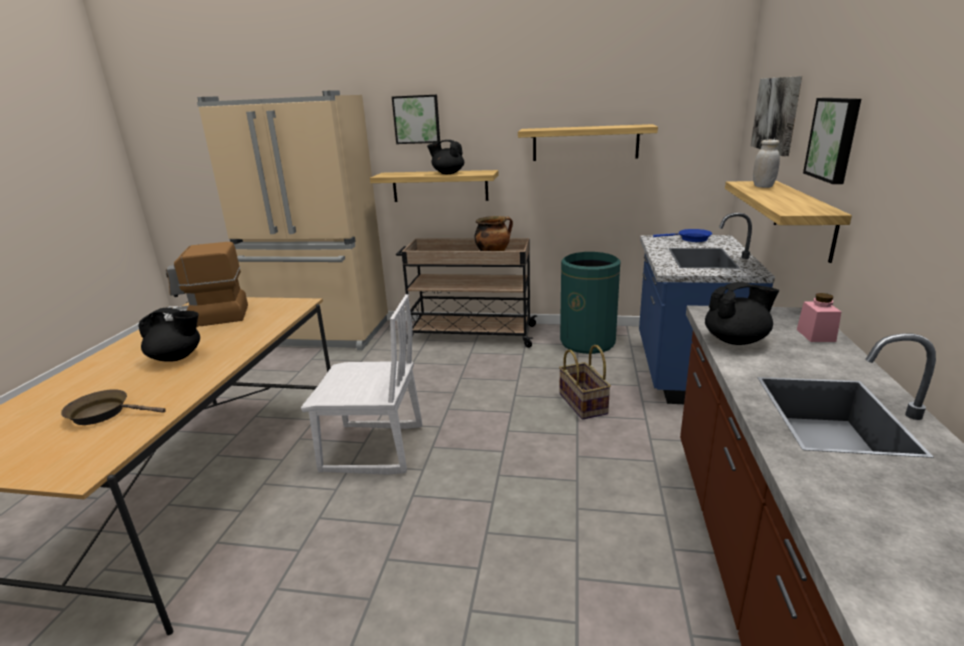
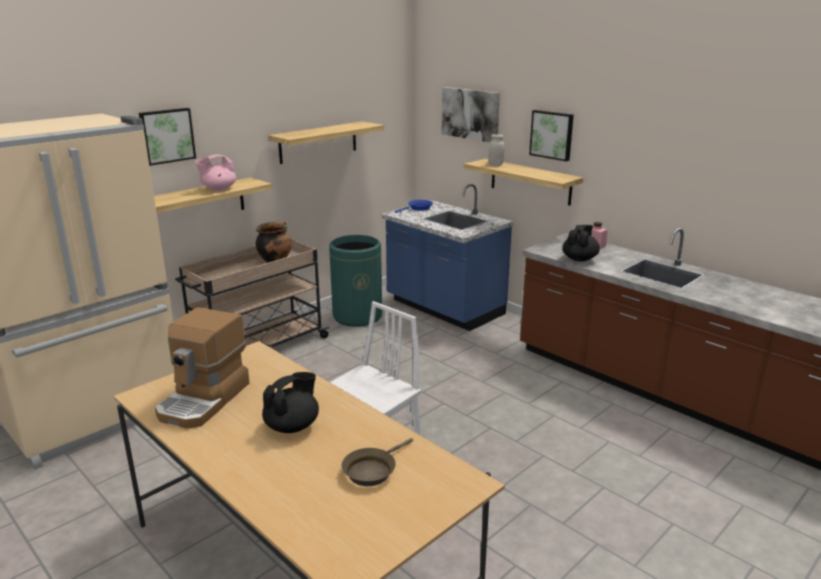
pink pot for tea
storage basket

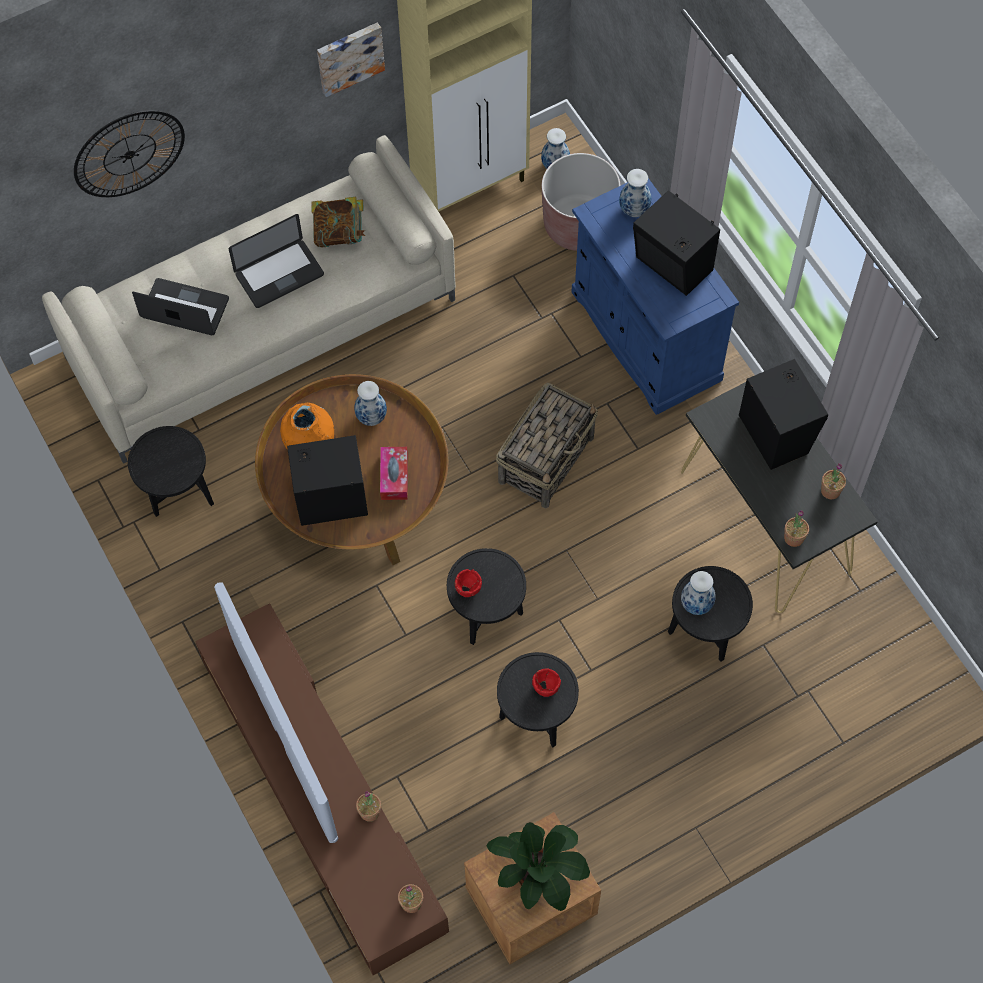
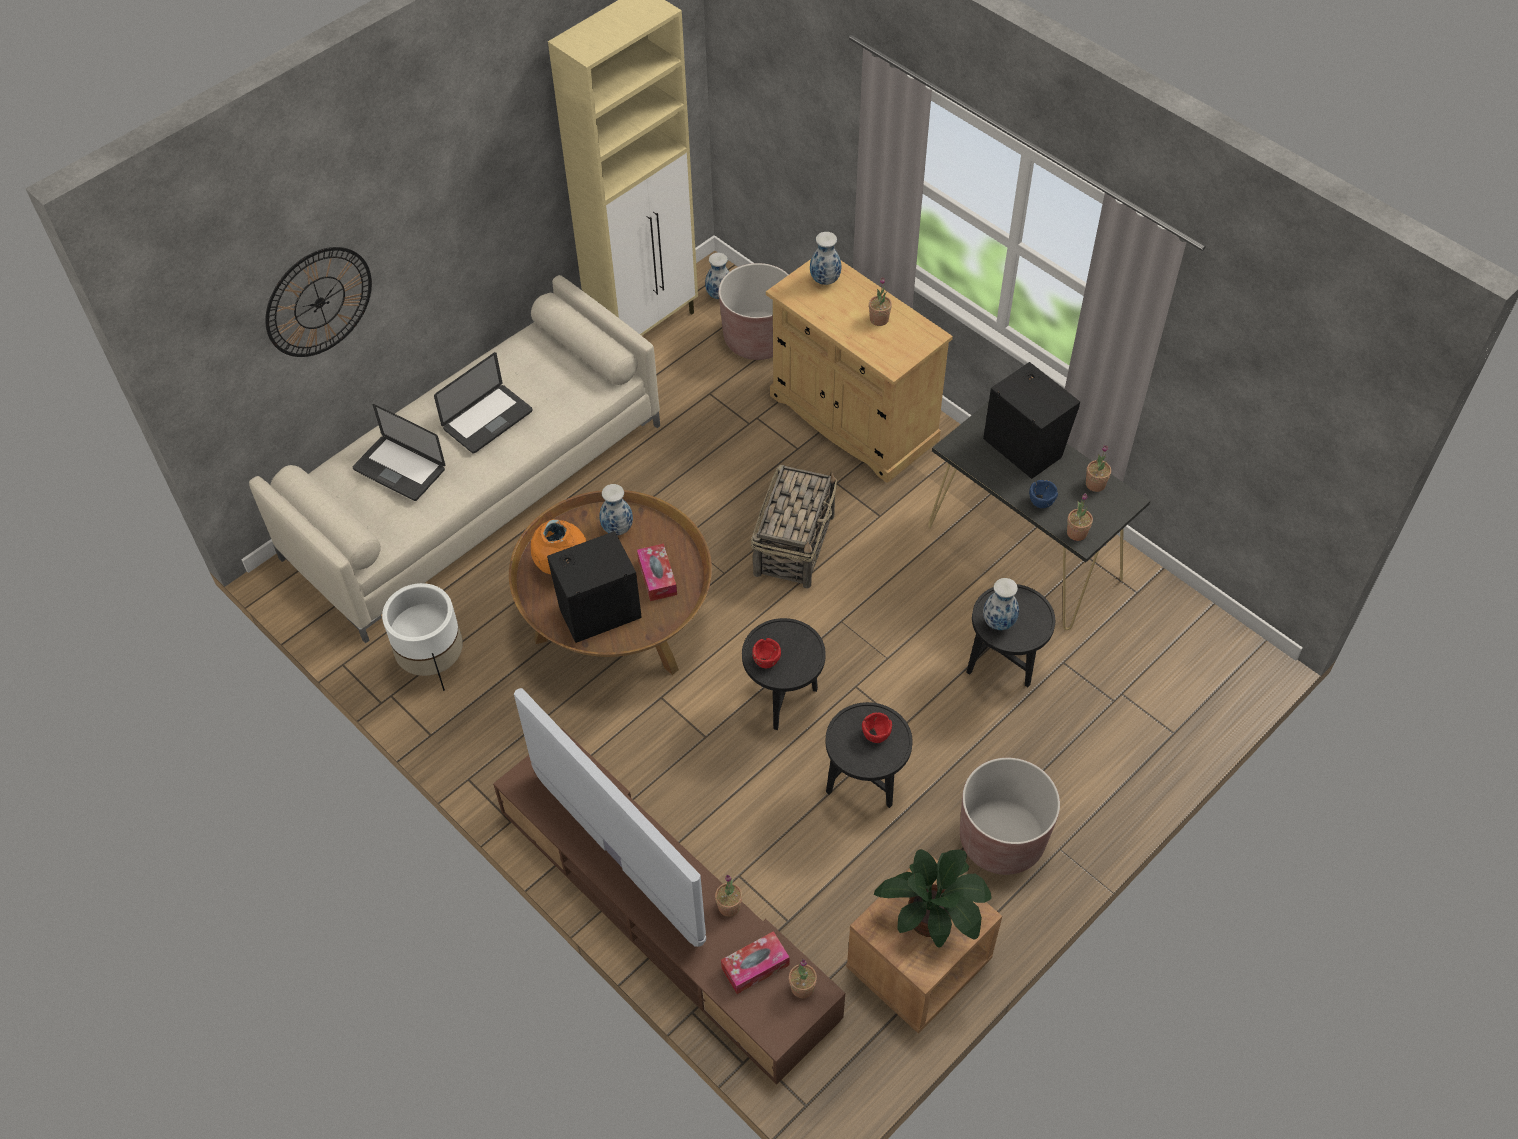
portable computer (1st from left)
white-coloured flower pot
tissue holder (2nd from left)
sand-coloured storage cabinet (2nd from left)
potted plant (3rd from left)
brown-coloured flower pot (2nd from left)
blue bowl
bound book
picture

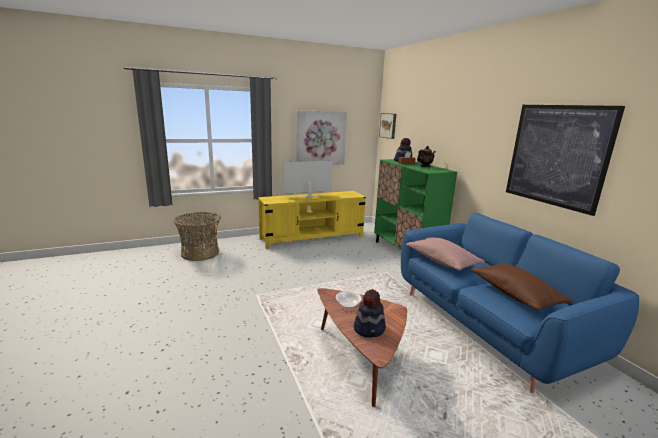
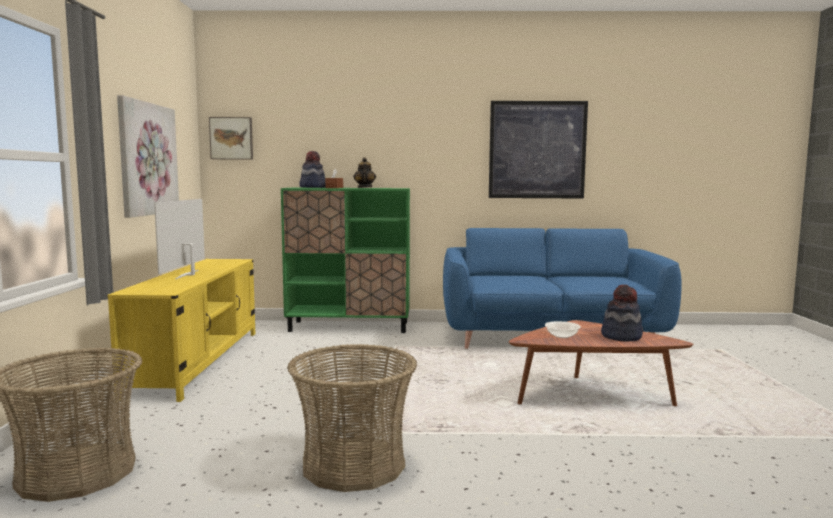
storage basket (2nd from left)
pink pillow
brown-coloured pillow

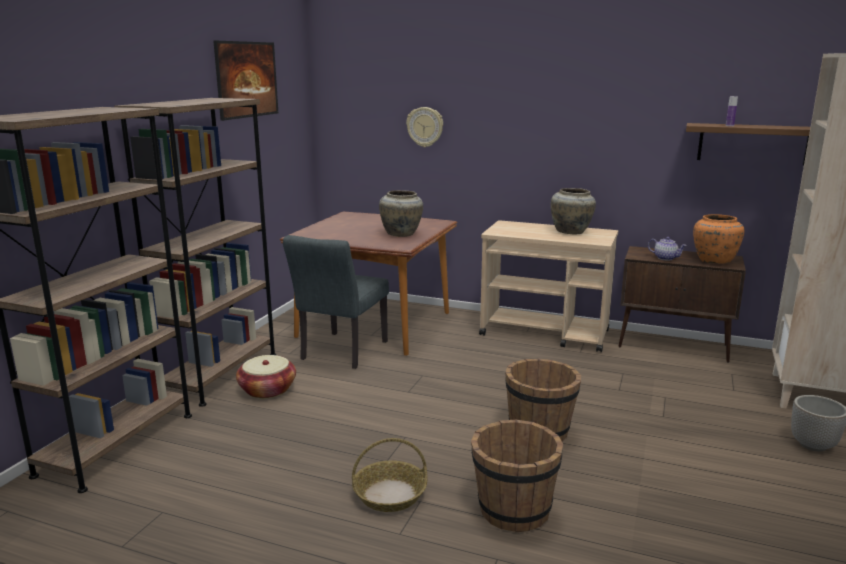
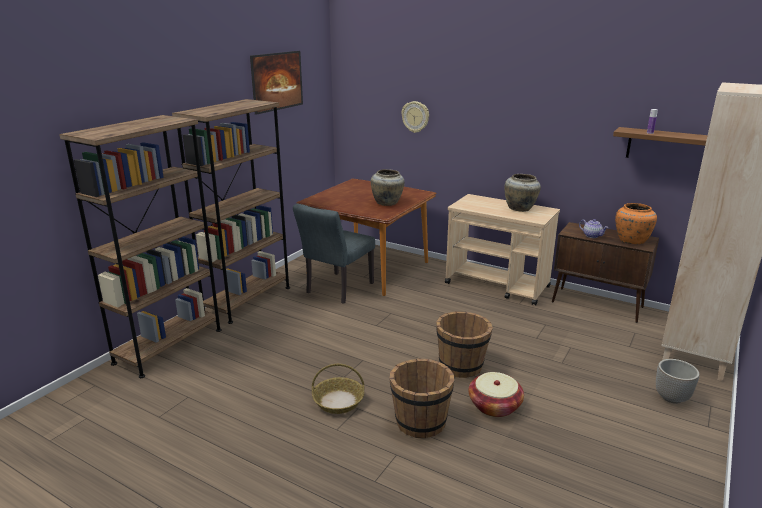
storage basket (2nd from left)

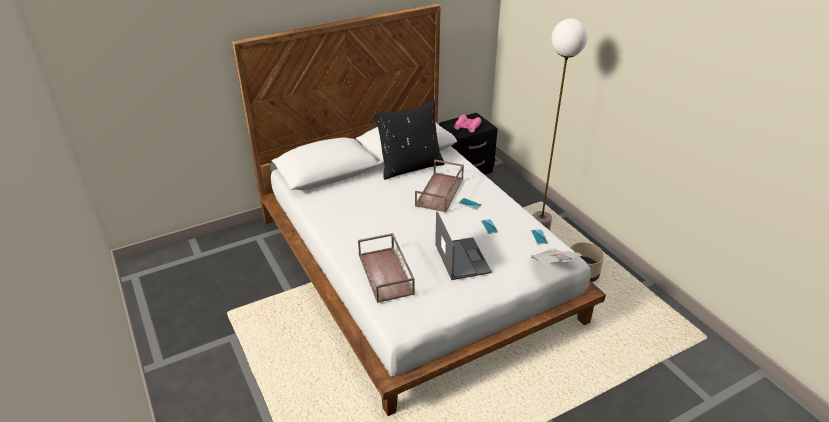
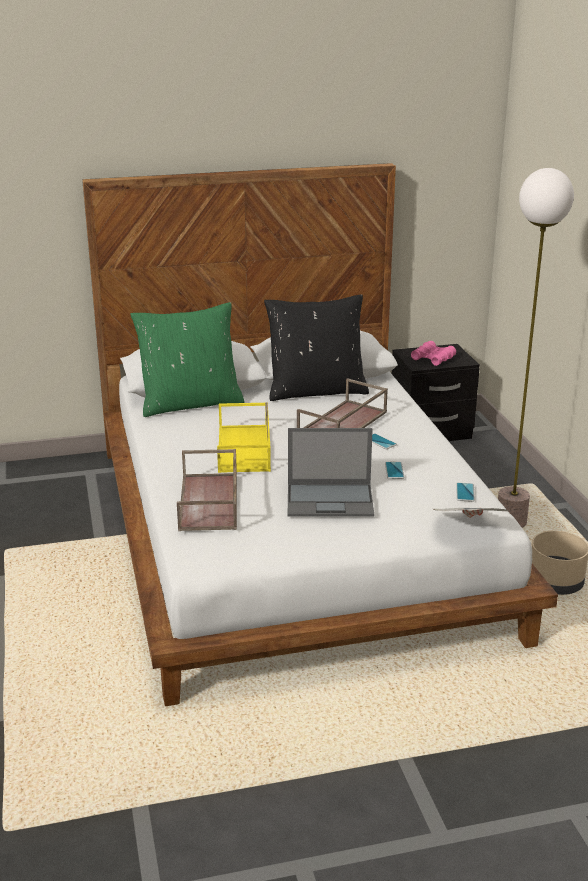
green pillow
yellowish tray
portable computer

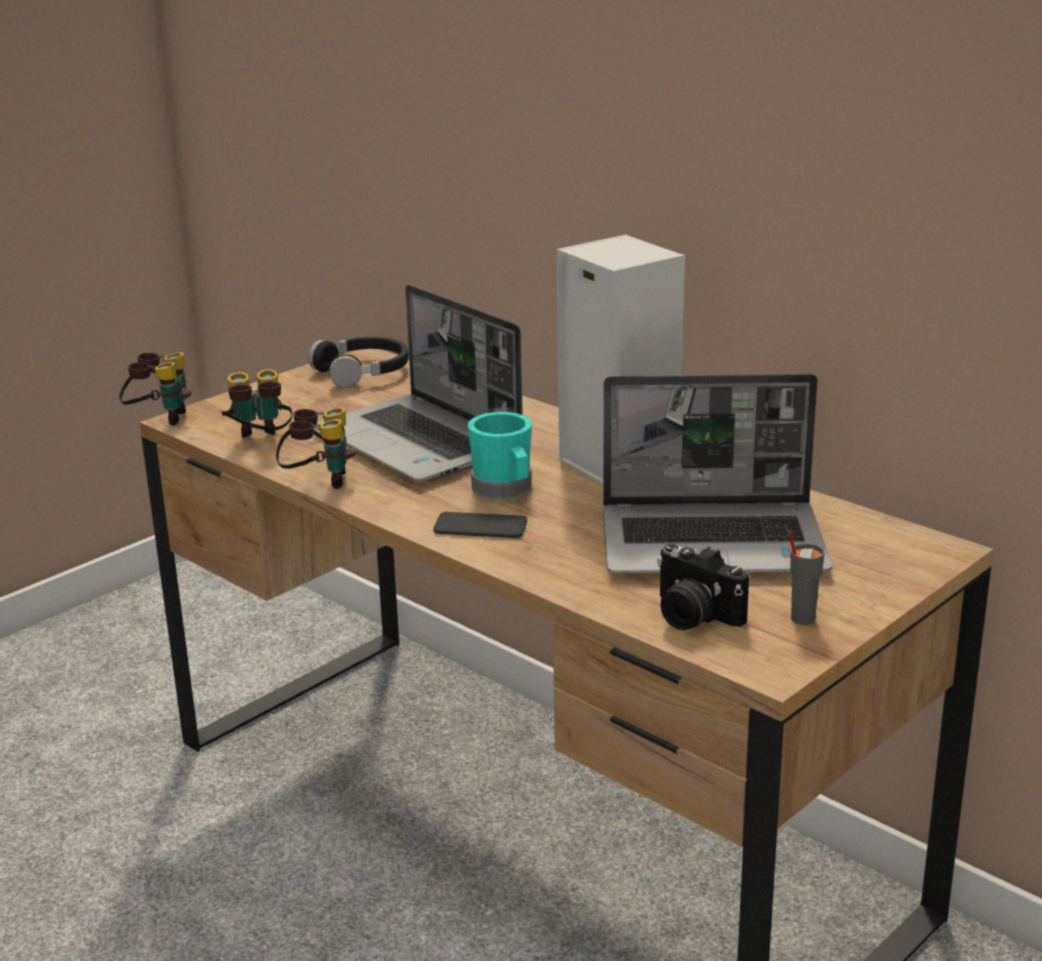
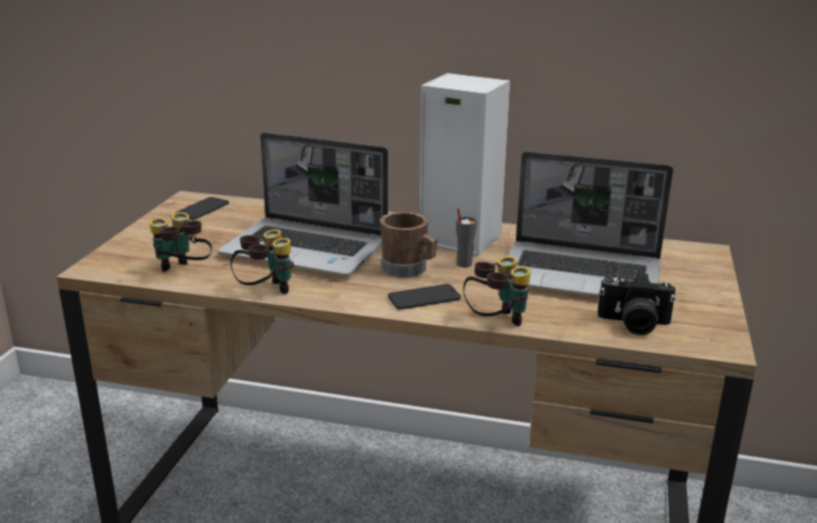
handset (1st from left)
brown-coloured mug
grey cup
binoculars (3rd from left)
portable computer (2nd from left)

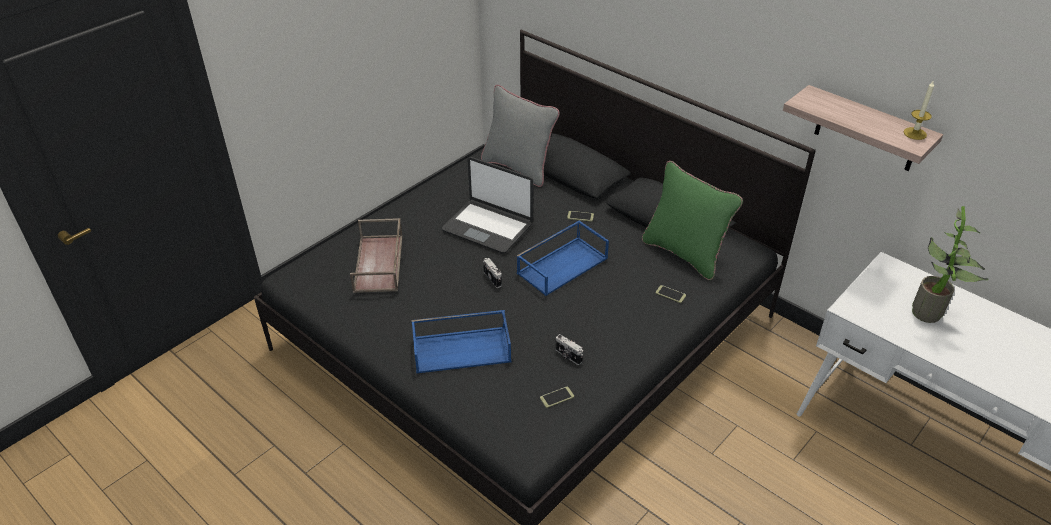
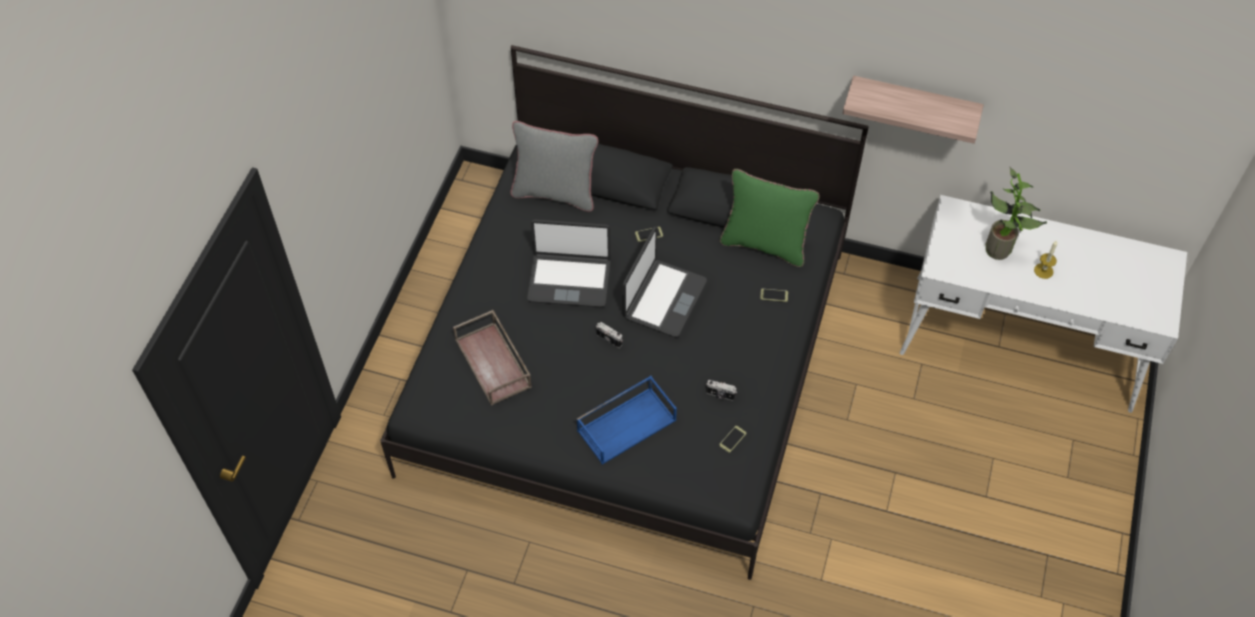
portable computer (2nd from left)
wax candle

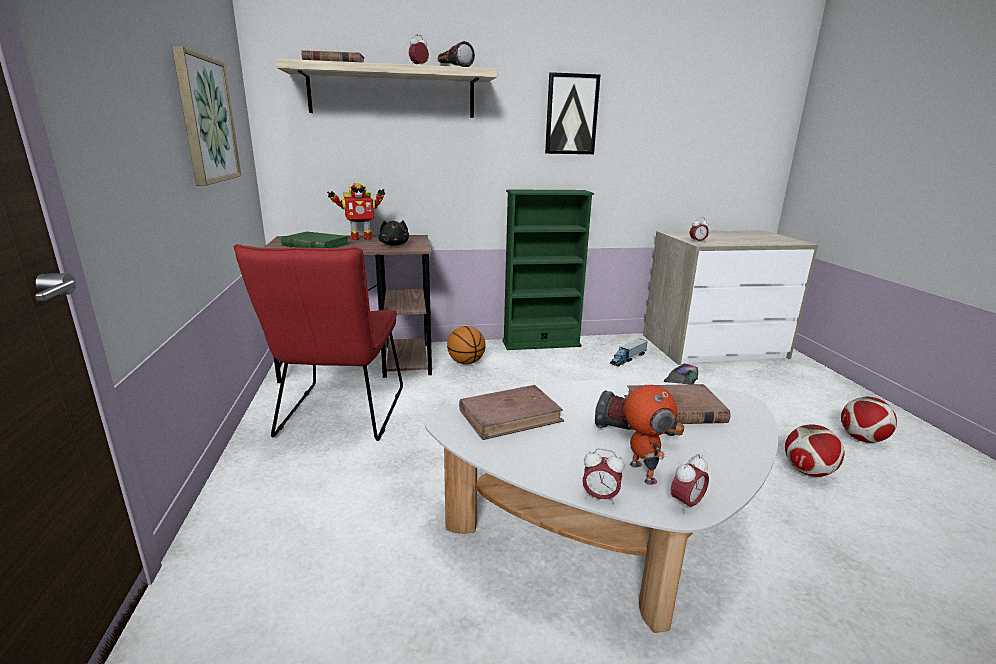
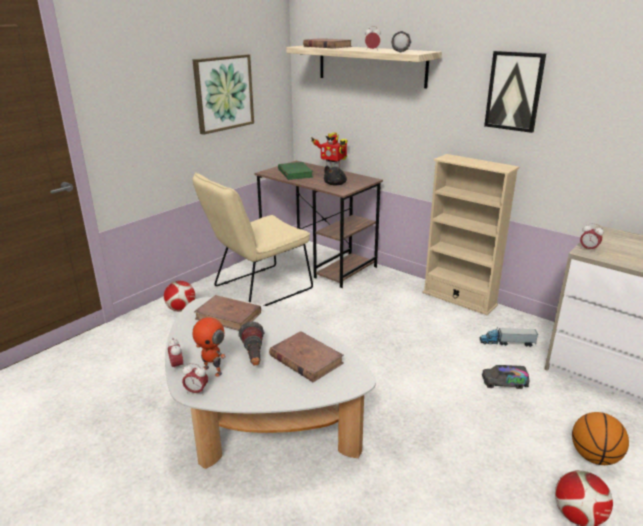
ball for football (1st from left)
robot figure (1st from left)
sand-coloured chair
sand-coloured shelving unit
basketball

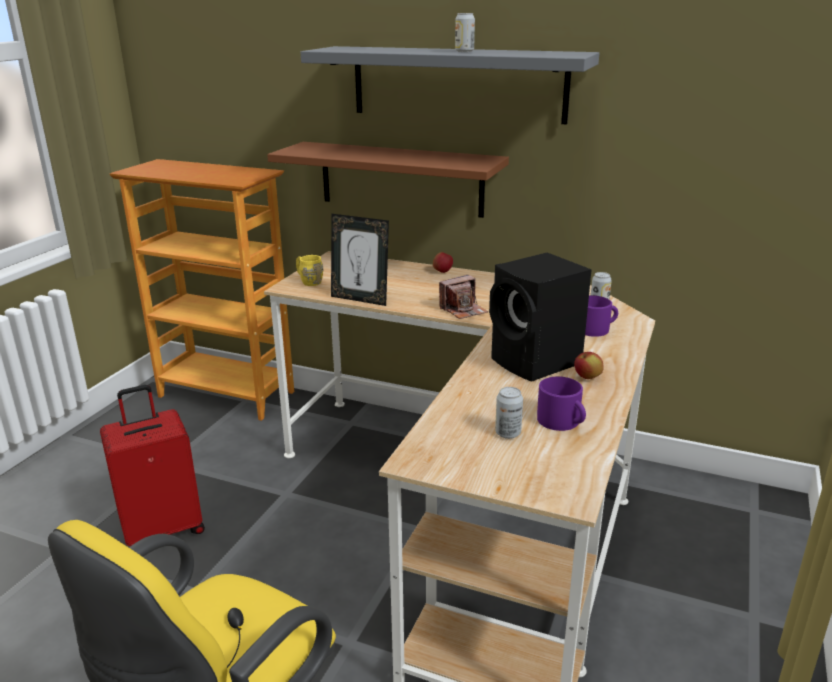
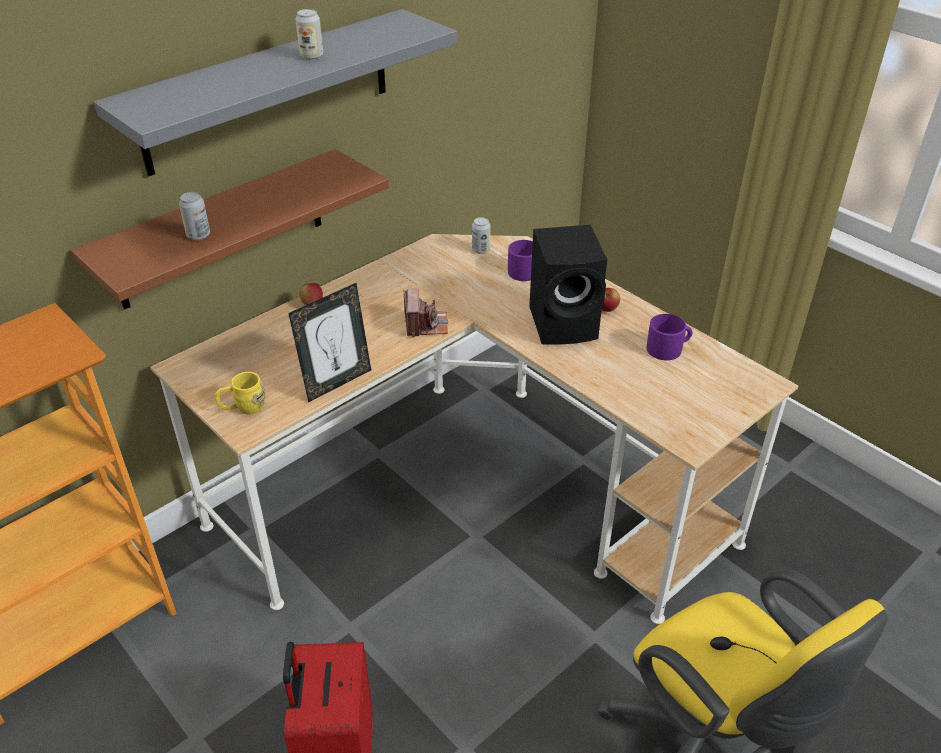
sealed can (1st from left)

